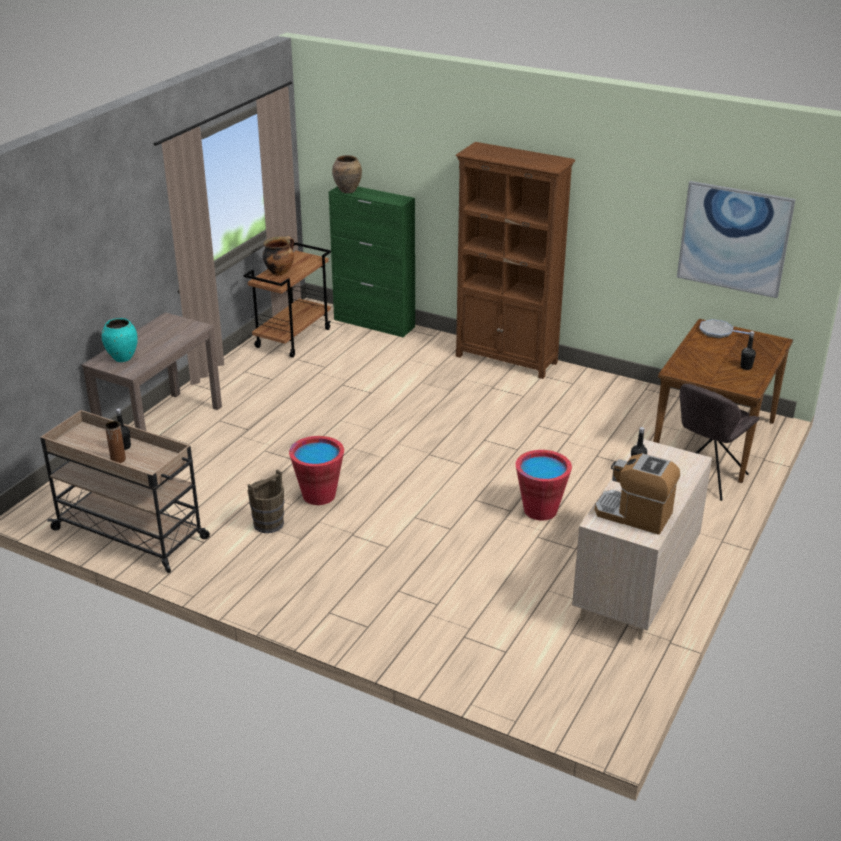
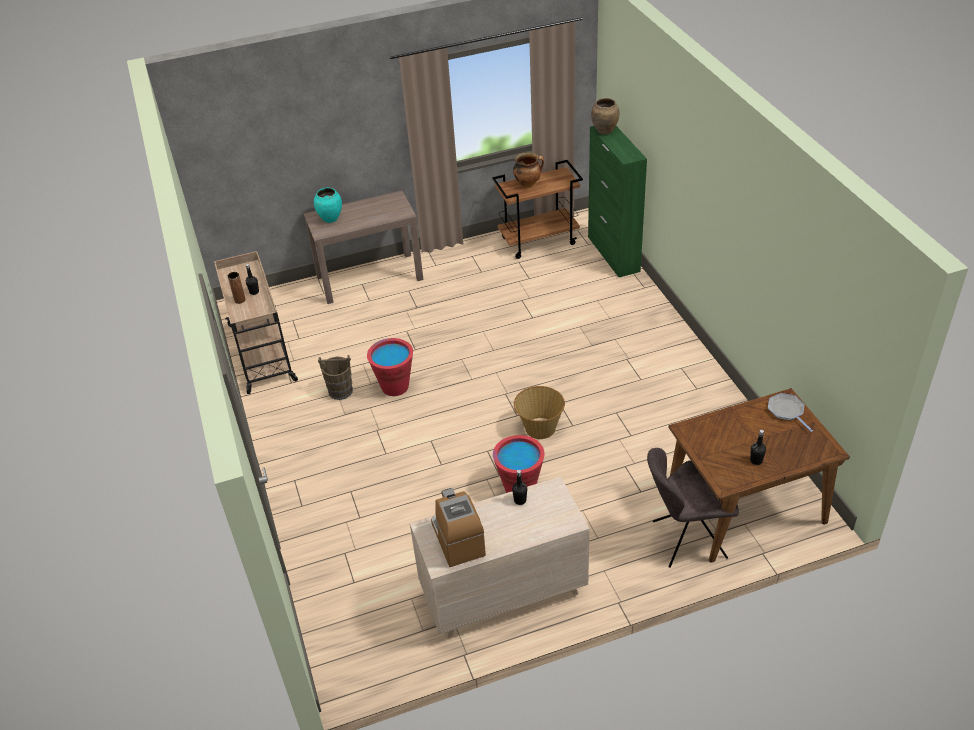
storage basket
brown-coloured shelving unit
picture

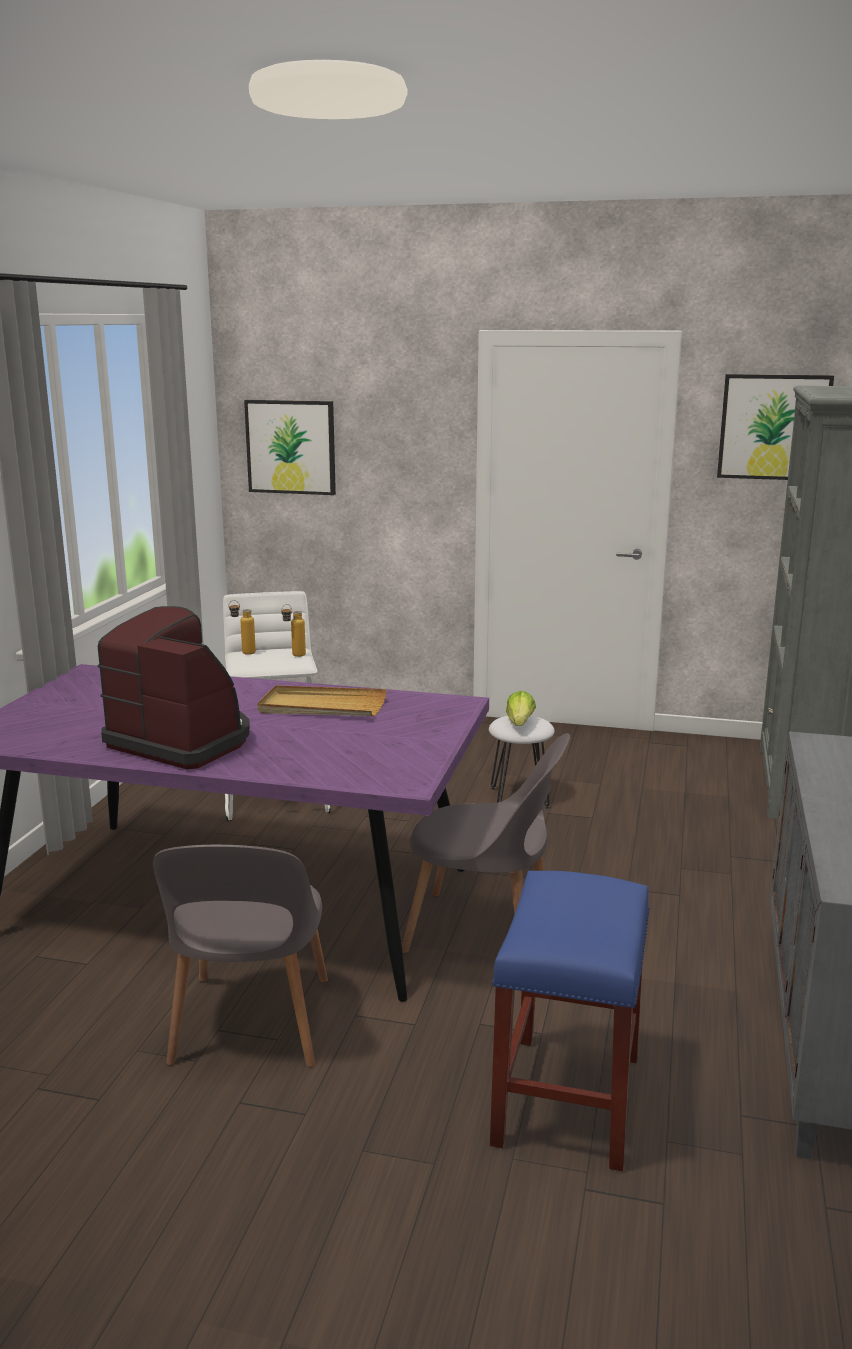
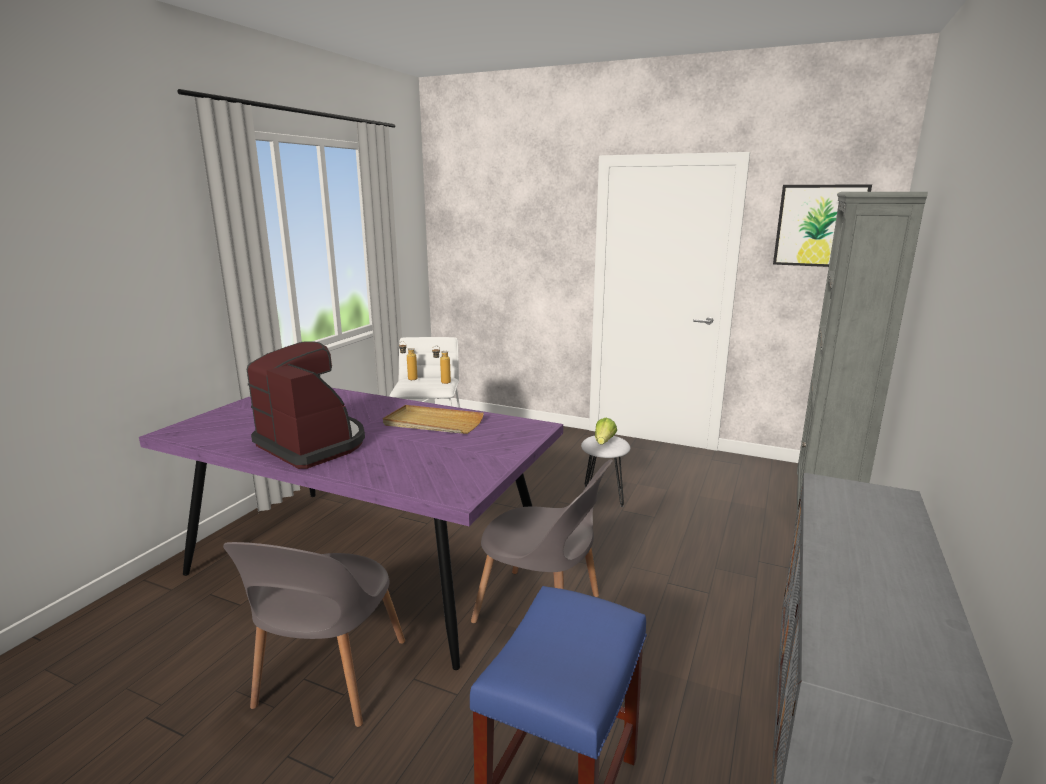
picture (1st from left in the first image)

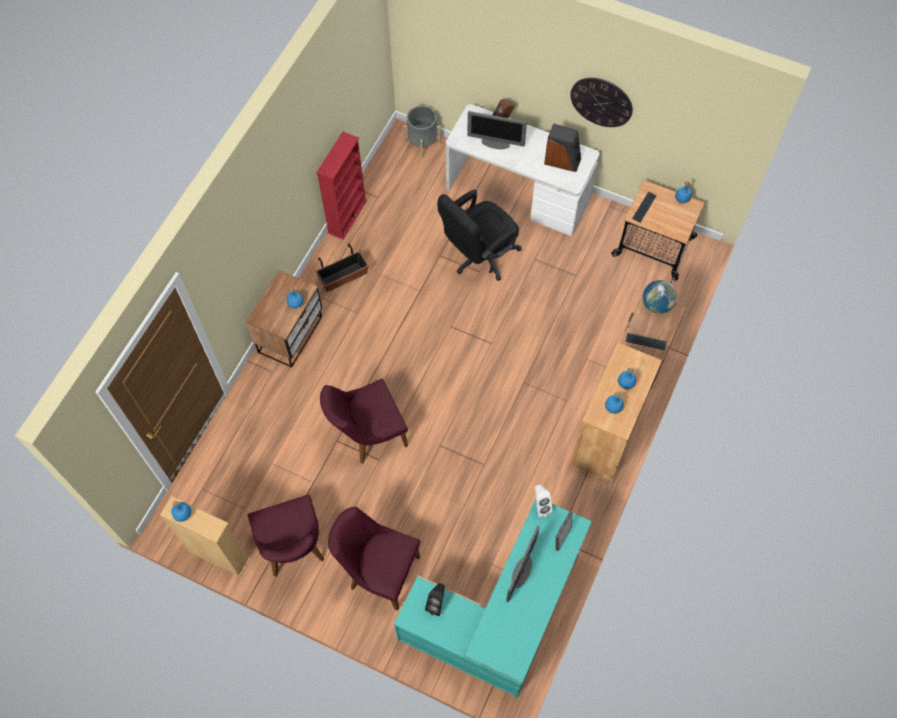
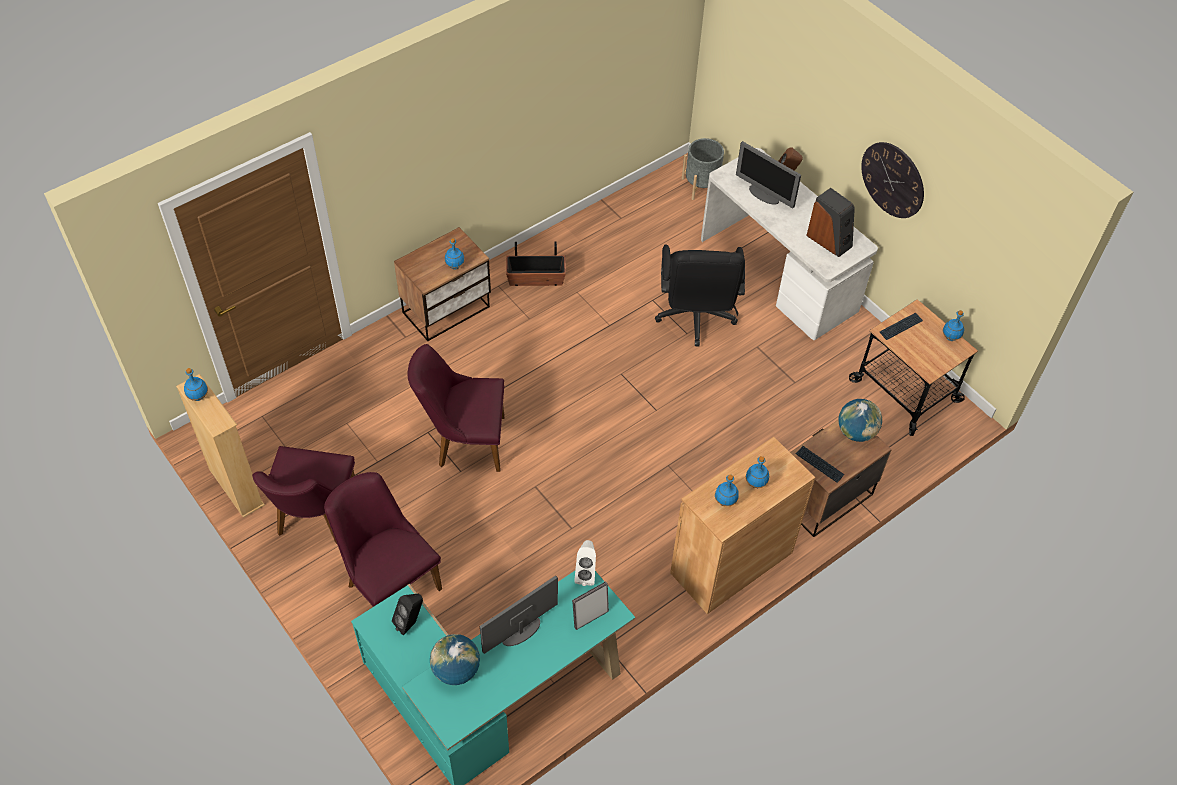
globe (1st from left)
blackish computer chair
red-coloured shelving unit

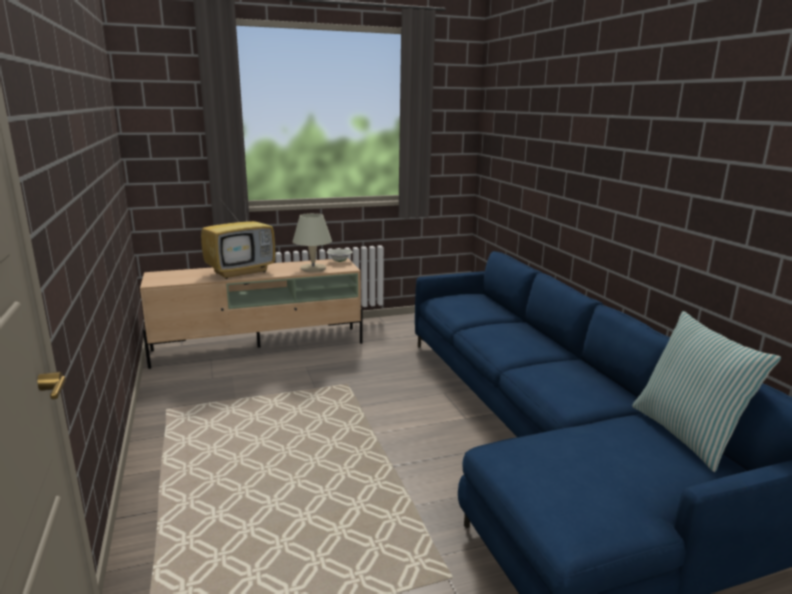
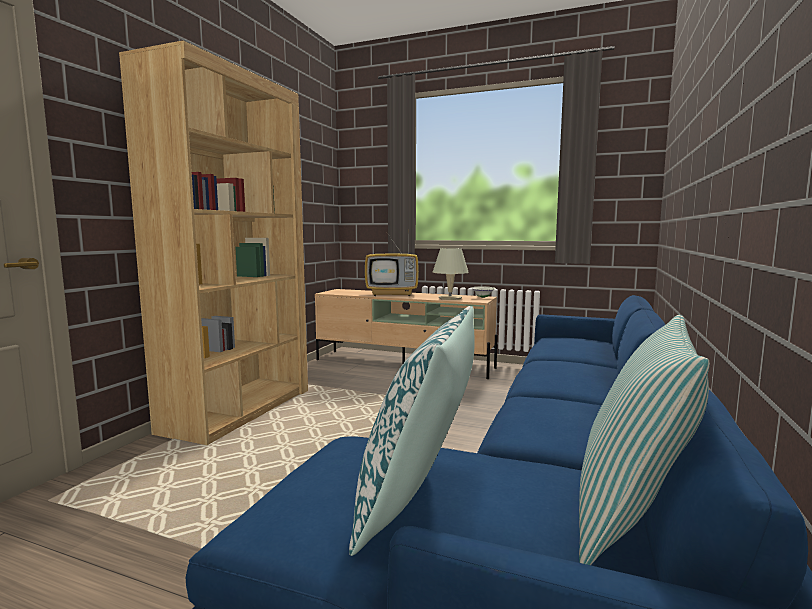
brown-coloured shelving unit
pillow (1st from left)

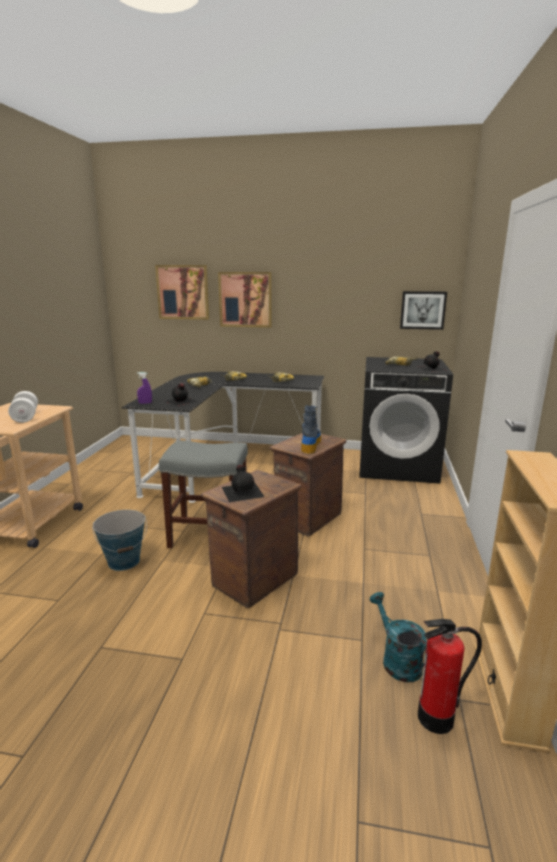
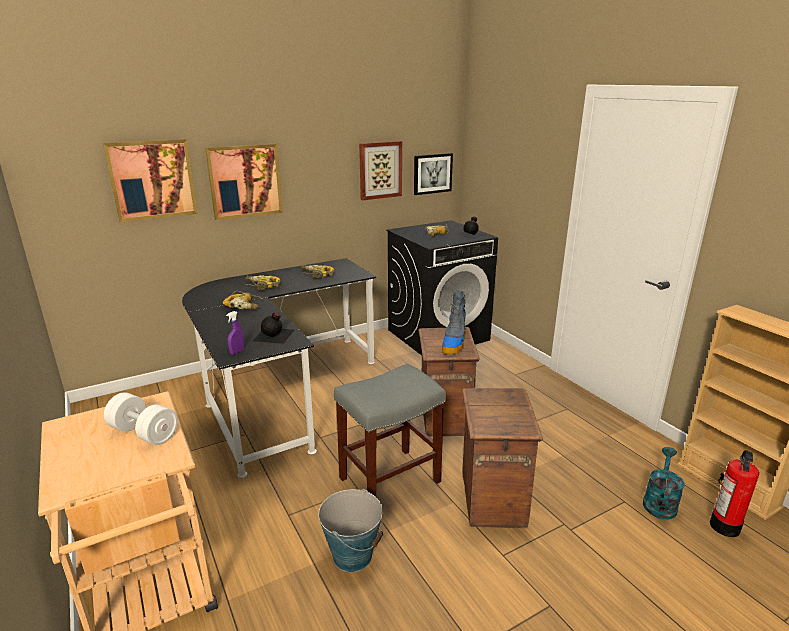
picture (3rd from left)
high-top boot
turquoise watering pot
blackish drink bottle (2nd from left in the first image)

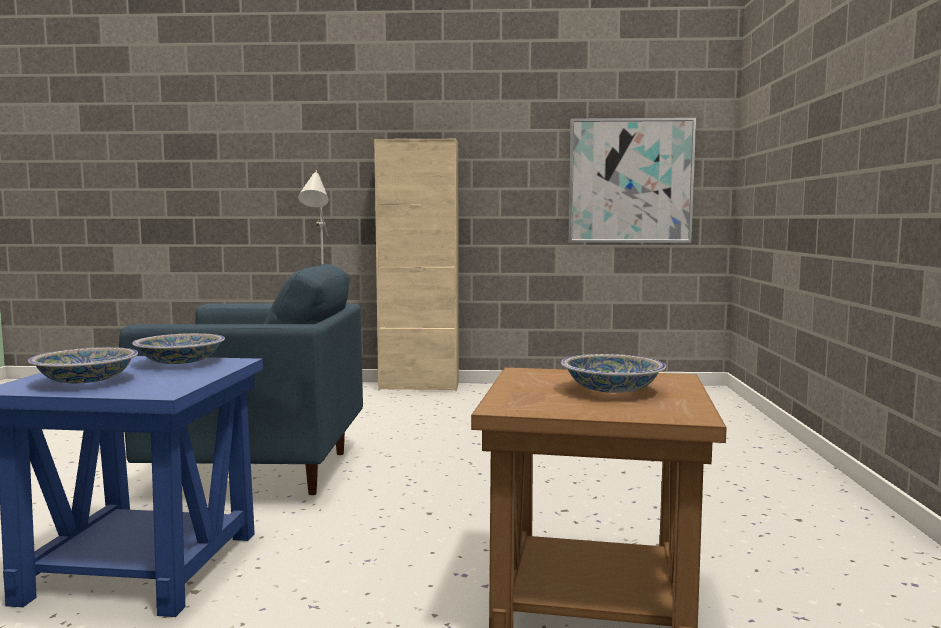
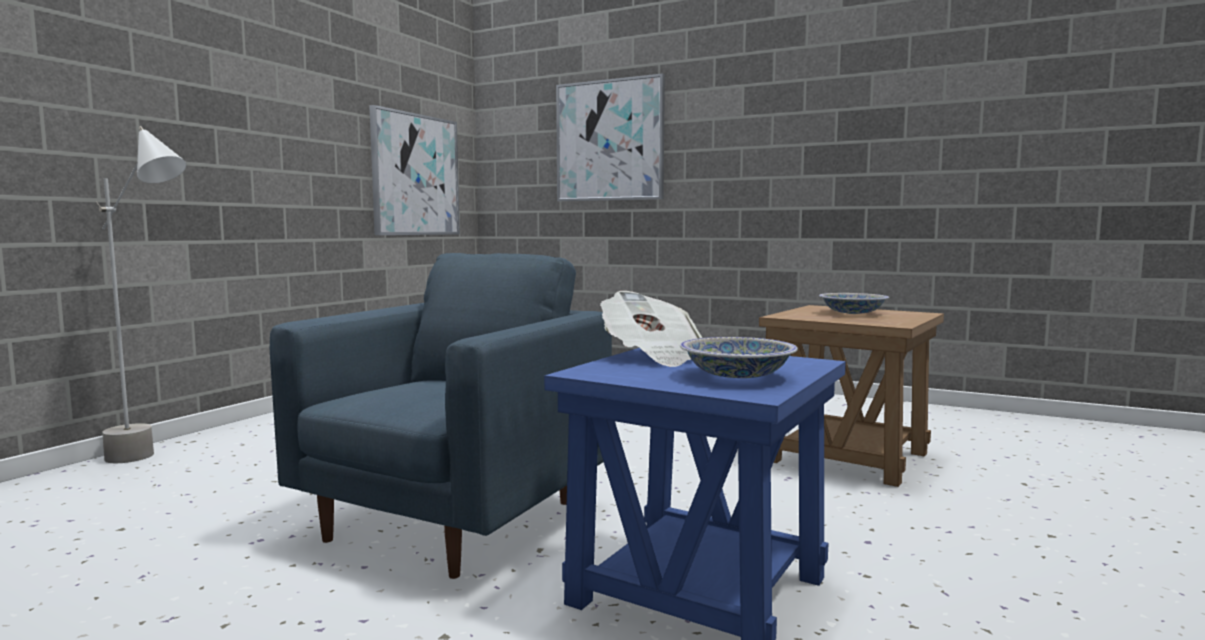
picture (2nd from left)
daily paper
sand-coloured storage cabinet

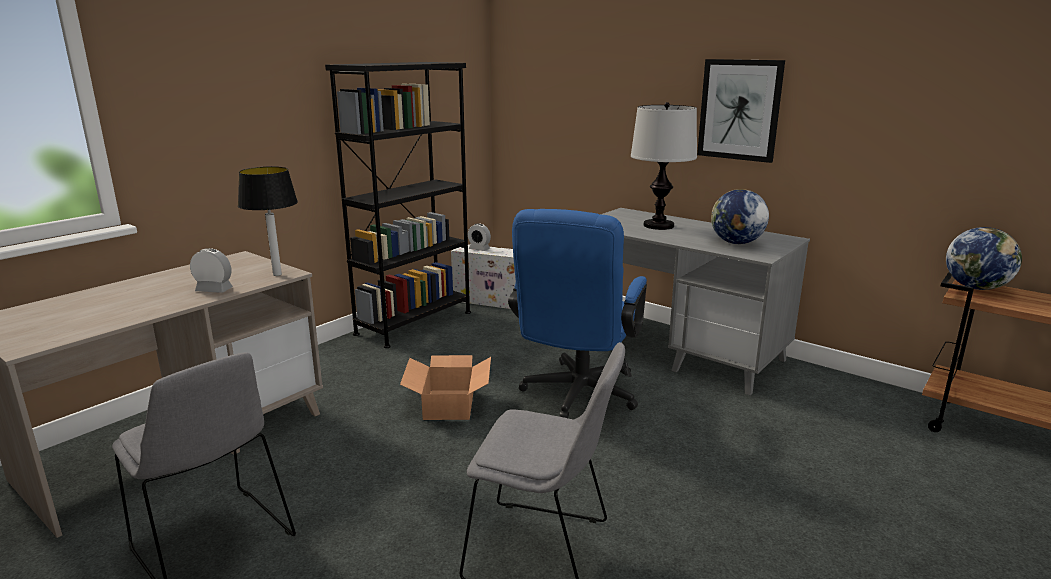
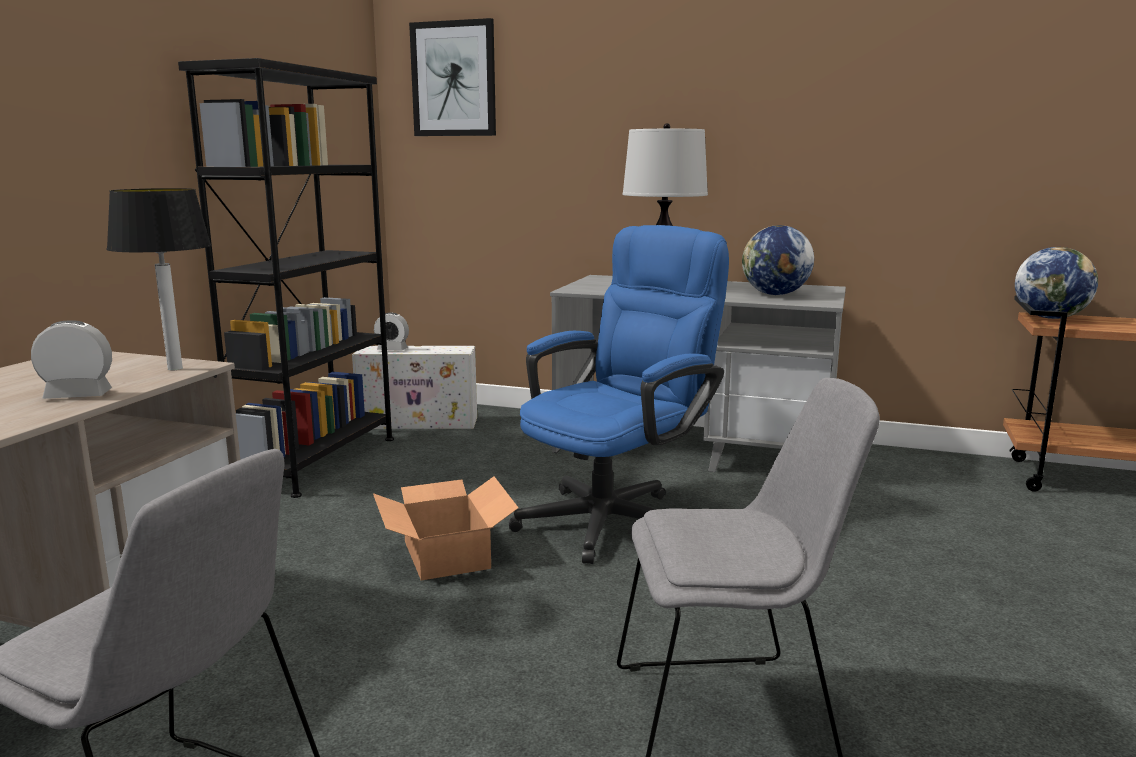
picture
blue computer chair

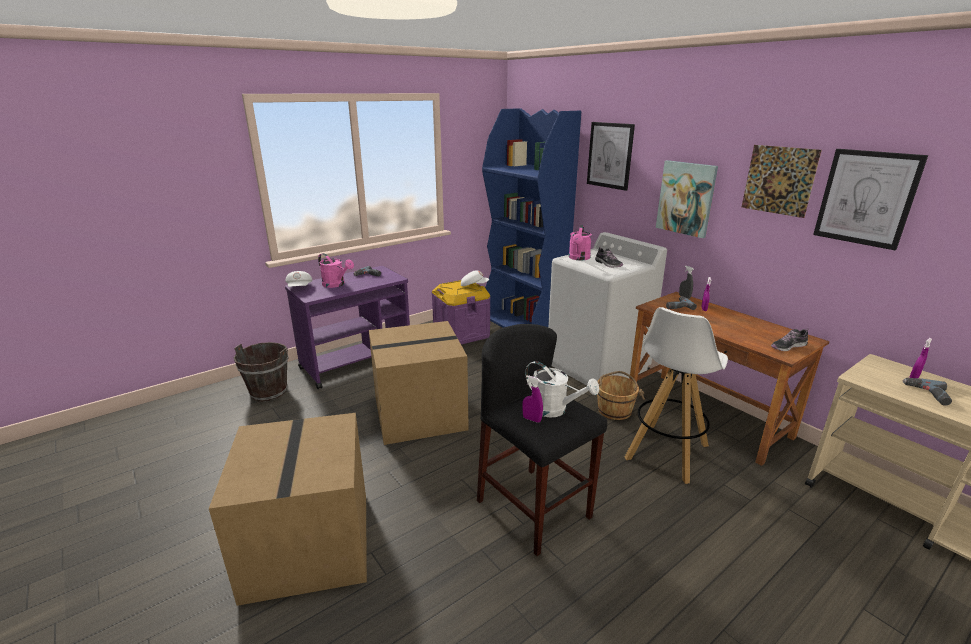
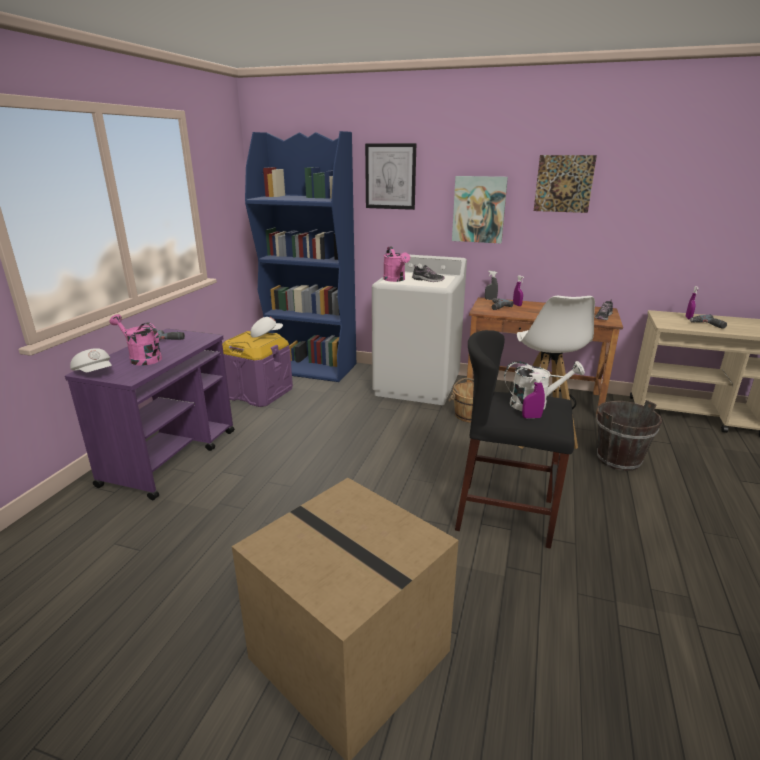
pink watering pot (1st from left)
brown-coloured water bucket (2nd from left)
carton (2nd from left in the first image)
picture (4th from left in the first image)

